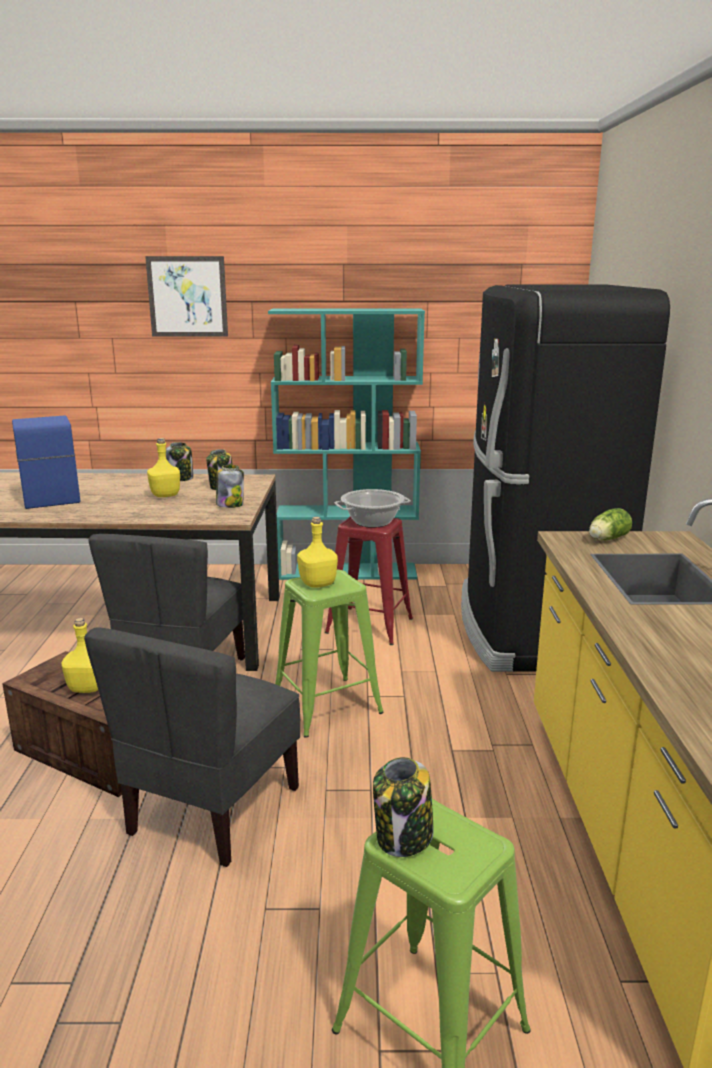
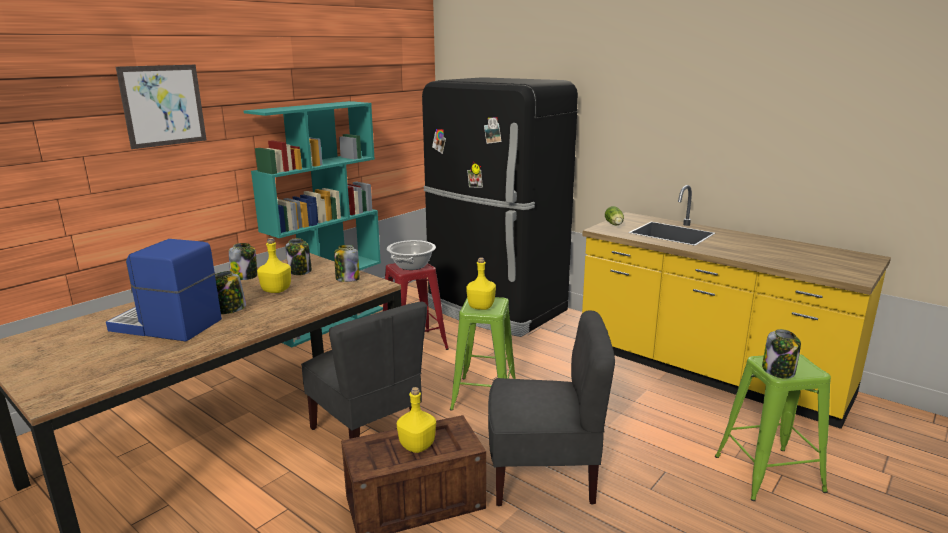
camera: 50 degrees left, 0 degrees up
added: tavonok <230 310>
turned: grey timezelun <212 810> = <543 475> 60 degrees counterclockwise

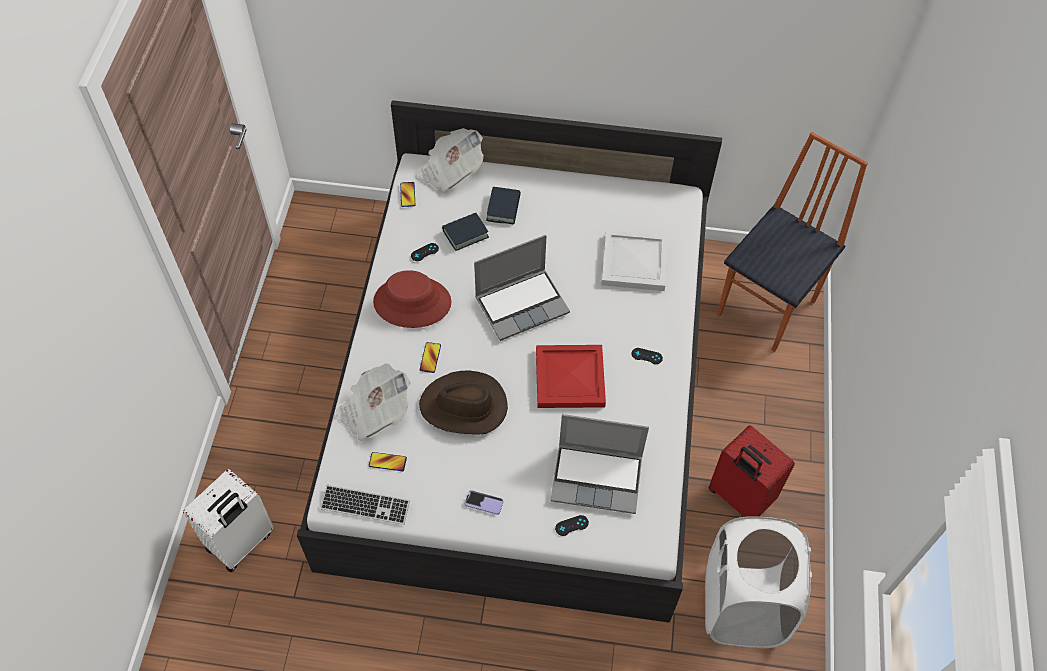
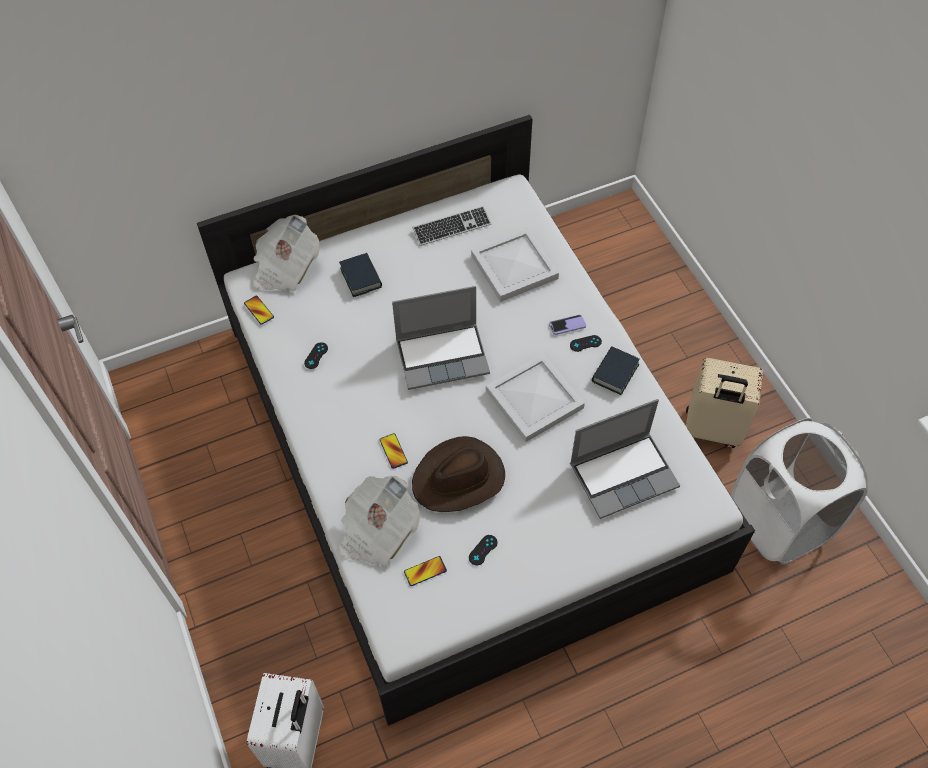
camera: 30 degrees left, 0 degrees up
removed: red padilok <412 303>; timezelun <768 308>
moved: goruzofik <365 505> to <452 227>; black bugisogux <571 525> to <483 550>; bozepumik <484 503> to <567 325>; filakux <465 234> to <615 373>
recoloured: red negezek <571 379> to white negezek <536 400>; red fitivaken <739 497> to beige fitivaken <711 430>
turned: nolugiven <522 304> = <443 355> 45 degrees clockwise

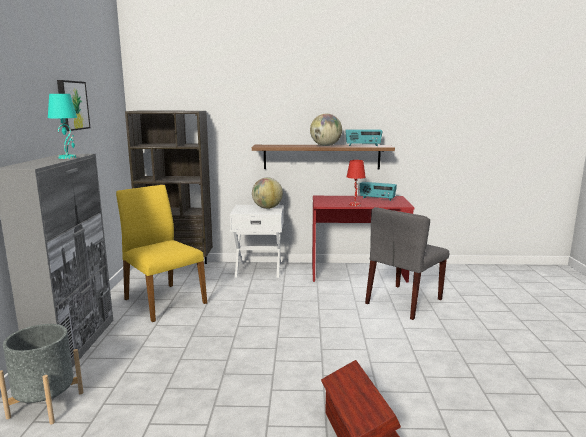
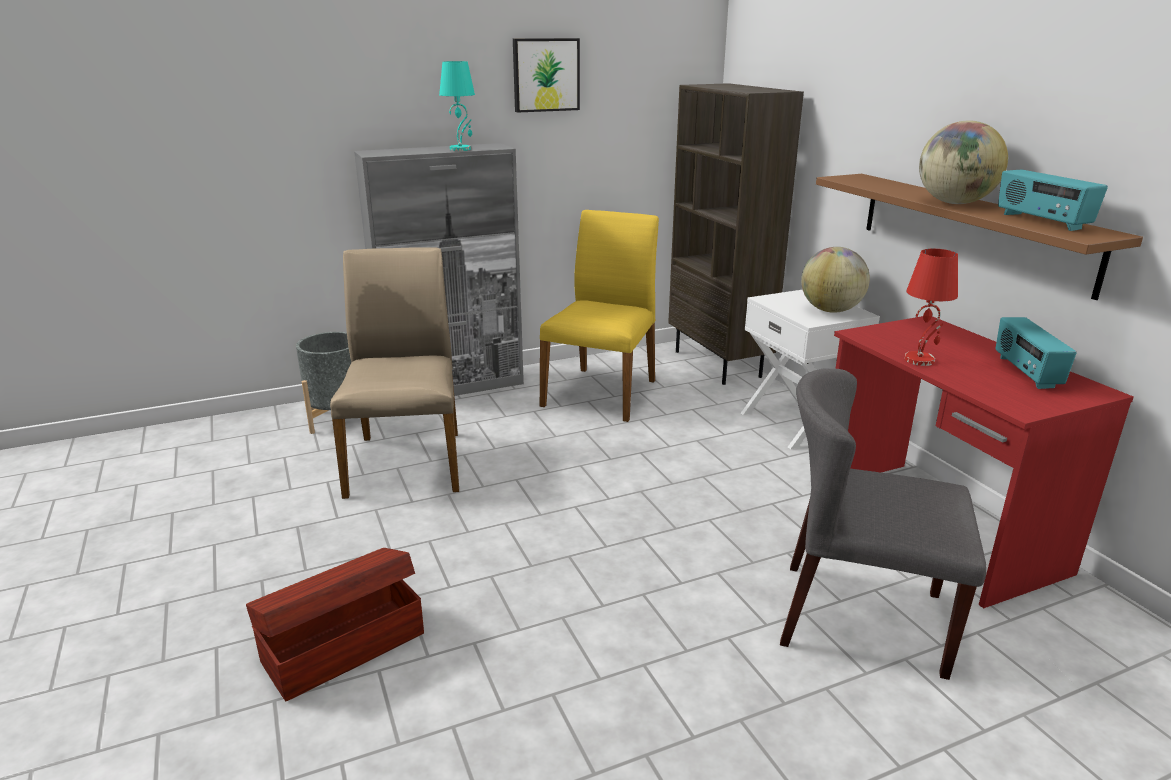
camera: 65 degrees right, 10 degrees up
added: beige timezelun <406 462>

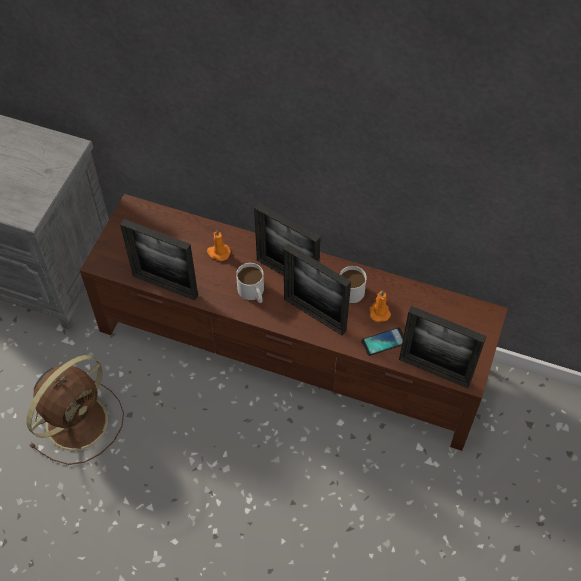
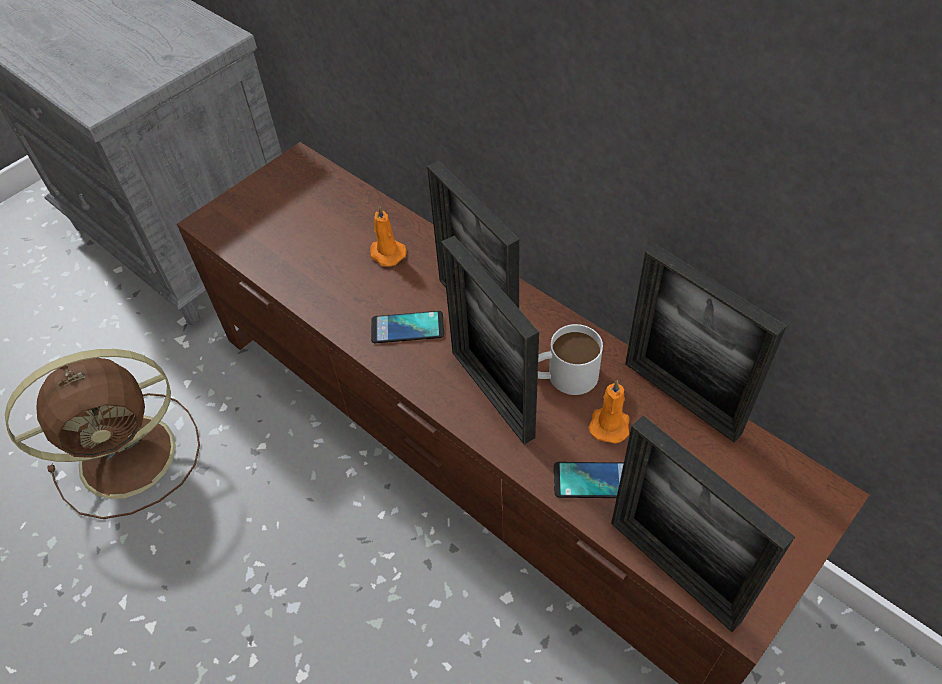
camera: 25 degrees right, 5 degrees down
moved: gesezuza <165 285> to <681 397>
replaced: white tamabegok <253 293> to bozepumik <407 328>

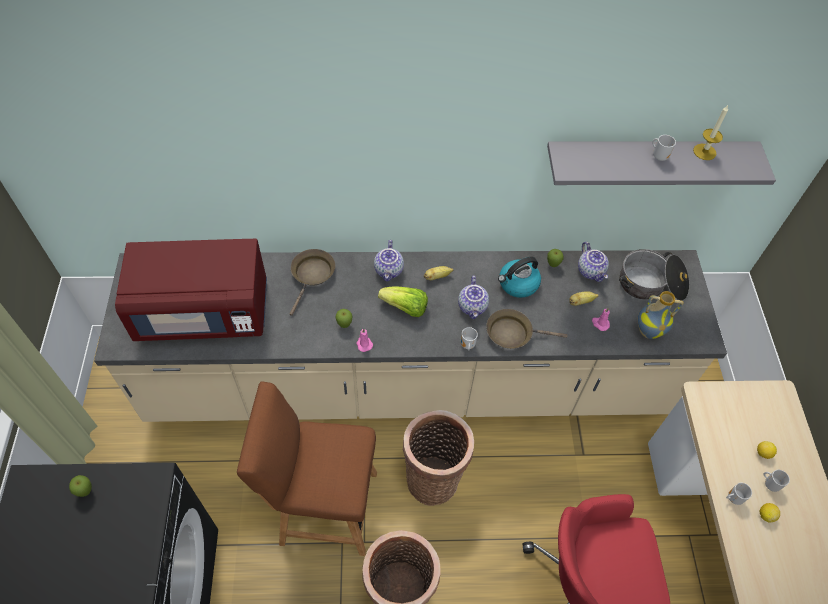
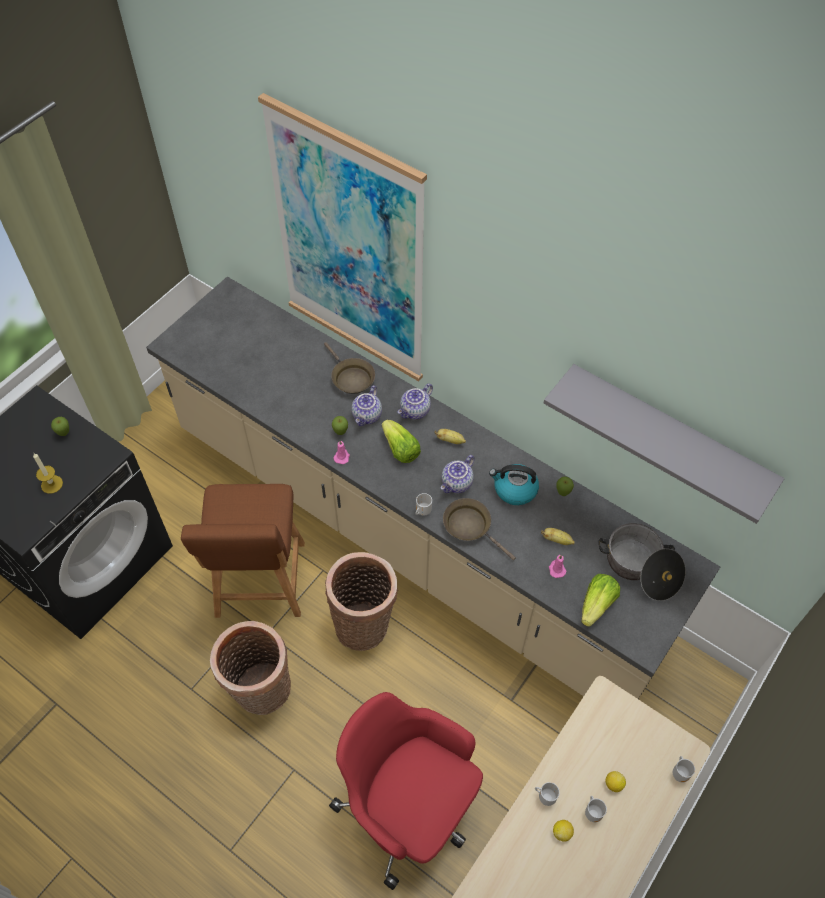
camera: 40 degrees right, 0 degrees up
removed: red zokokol <204 311>
added: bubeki <350 247>
moved: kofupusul <704 152> to <52 484>; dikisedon <591 271> to <367 416>; tamabegok <659 156> to <680 773>
replaced: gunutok <649 330> to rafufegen <597 604>
turned: brown timezelun <323 507> = <260 584> 135 degrees counterclockwise; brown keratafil <312 275> = <350 378> 90 degrees clockwise

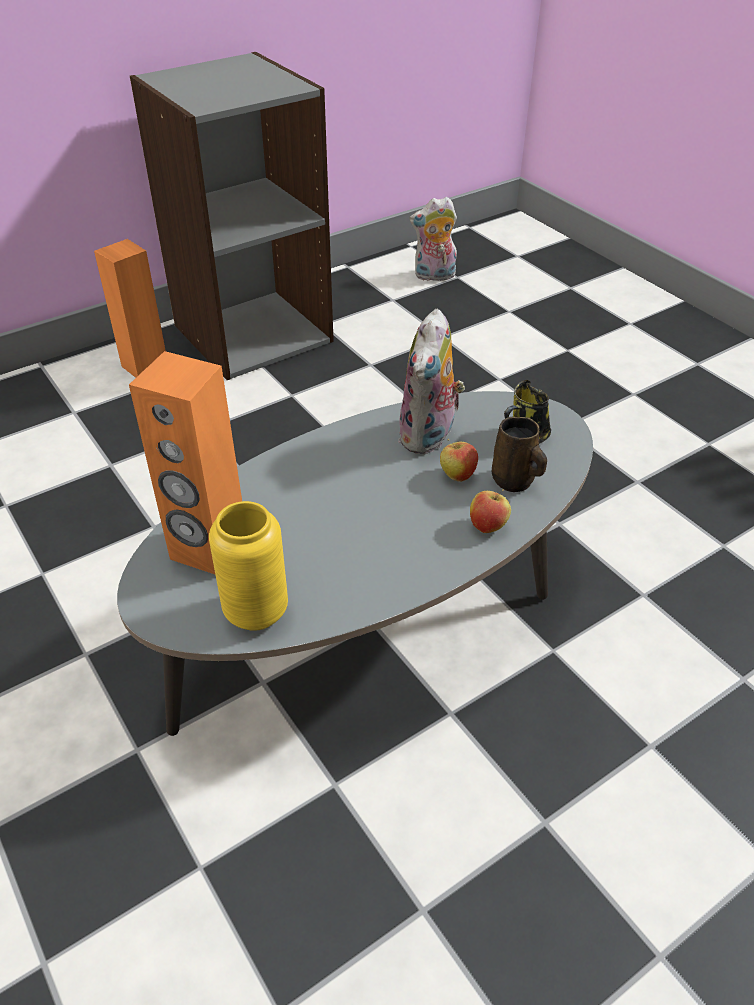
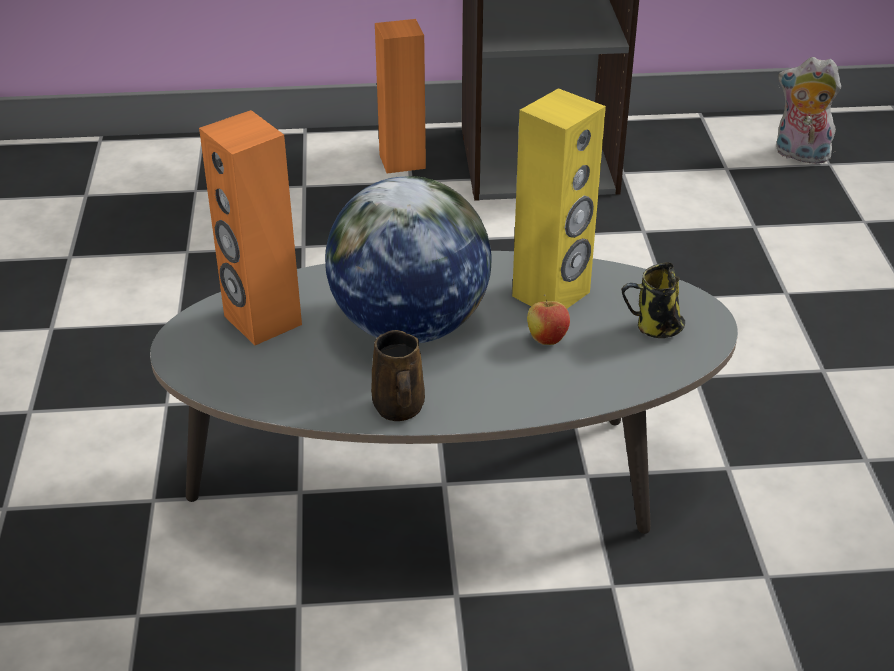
camera: 30 degrees right, 5 degrees down
removed: yellow gunutok <256 611>; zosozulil <488 526>
added: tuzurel <409 326>
moved: brown tamabegok <514 481> to <399 409>
replaced: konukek <429 437> to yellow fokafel <552 294>

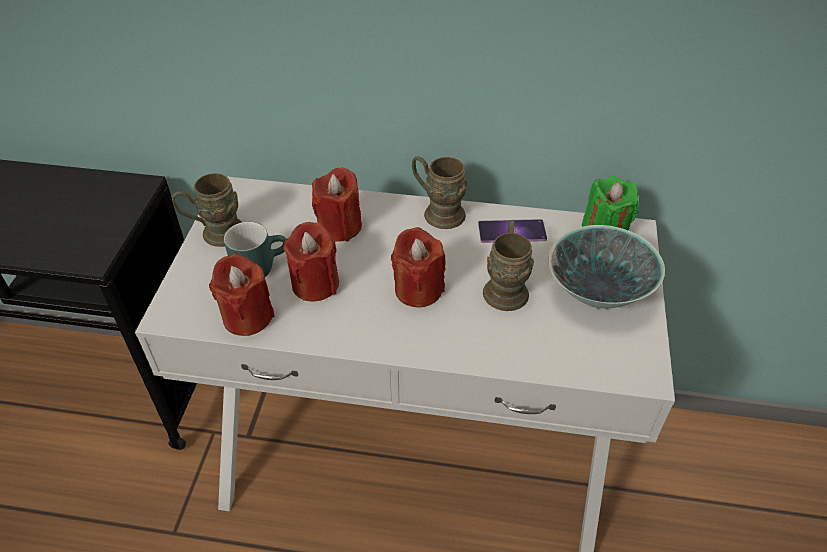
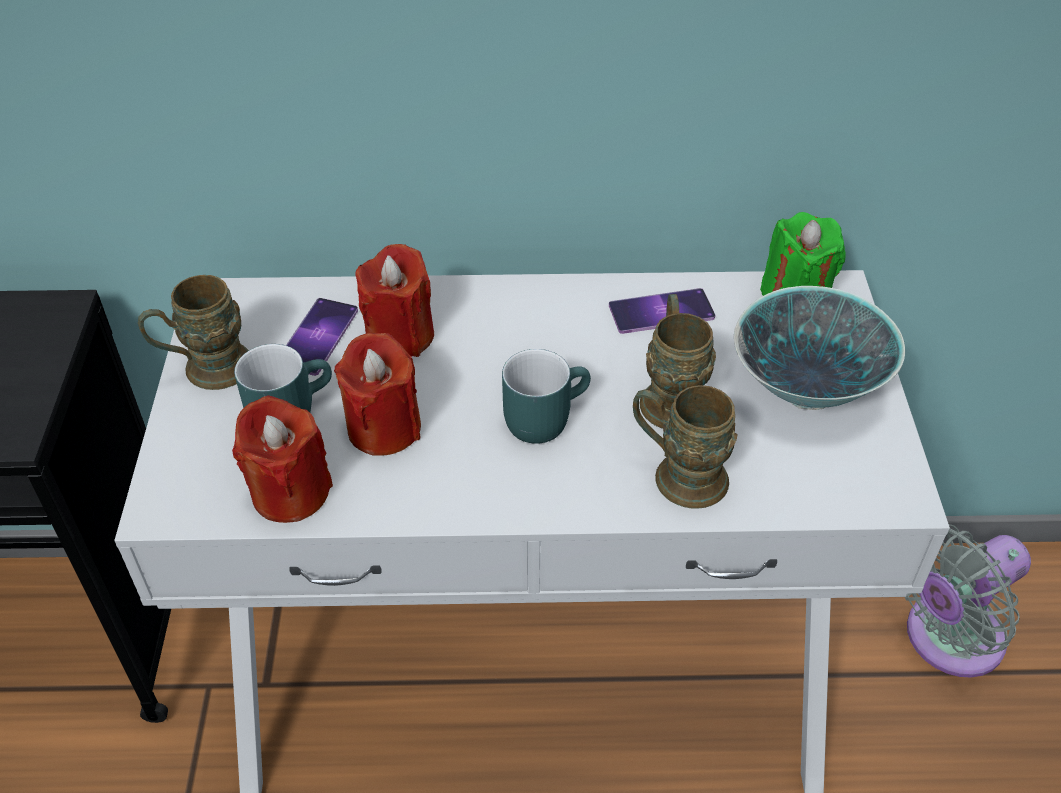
camera: 10 degrees left, 0 degrees up
added: bozepumik <317 336>; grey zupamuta <946 639>
moved: brown tamabegok <437 212> to <677 475>
replaced: red kofupusul <418 289> to turquoise tamabegok <543 416>

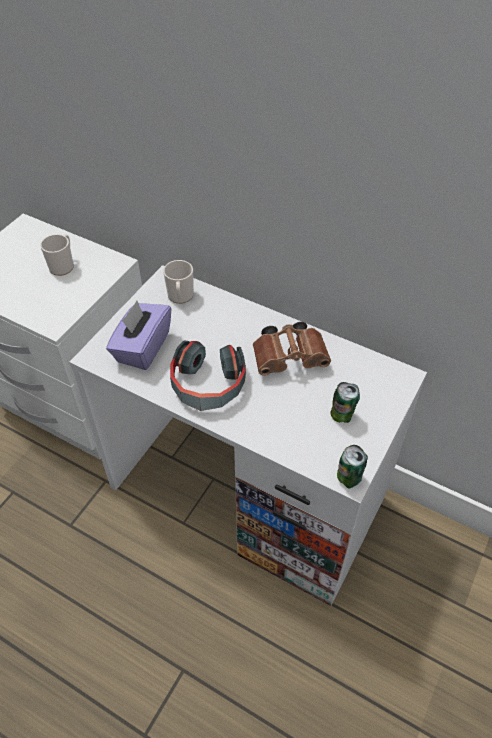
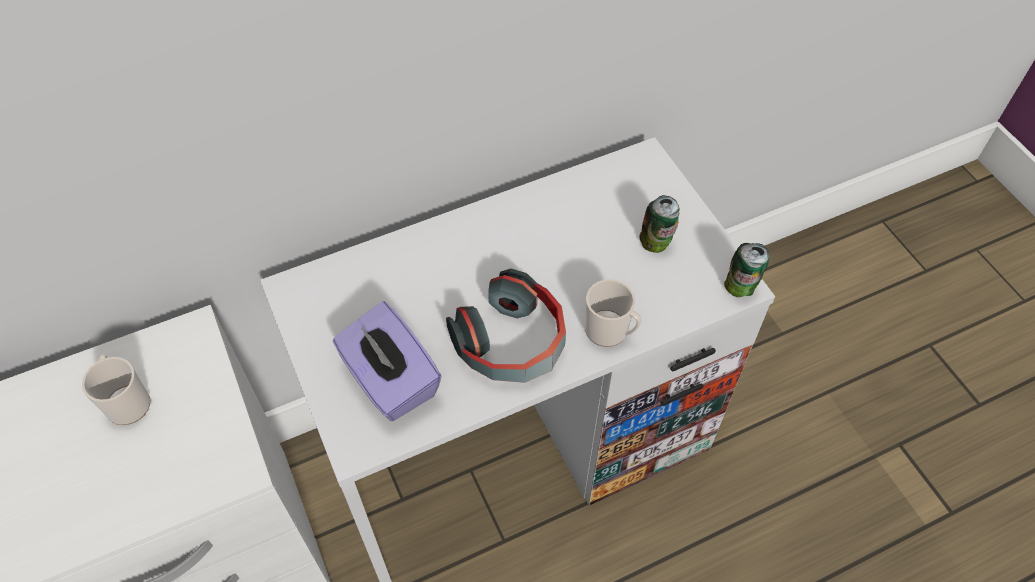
camera: 55 degrees left, 5 degrees up
removed: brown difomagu <291 358>
moved: tamabegok <180 297> to <610 331>

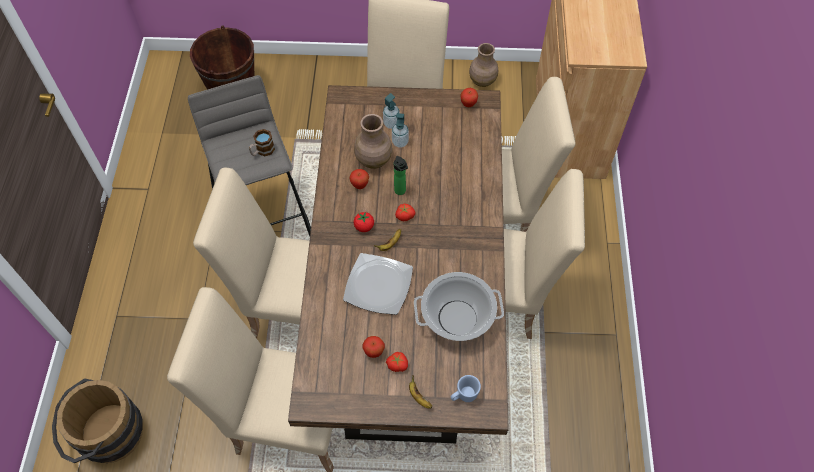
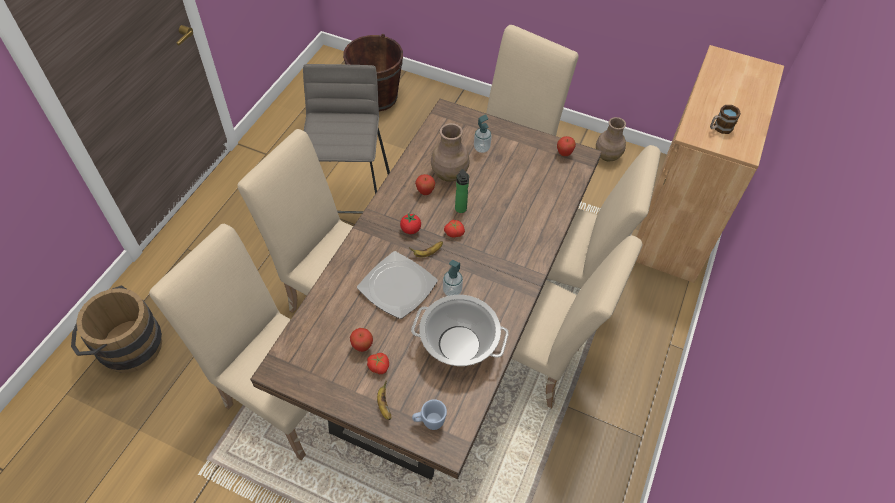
camera: 20 degrees right, 5 degrees down
moved: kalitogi <400 142> to <452 291>; tamabegok <262 151> to <719 128>

